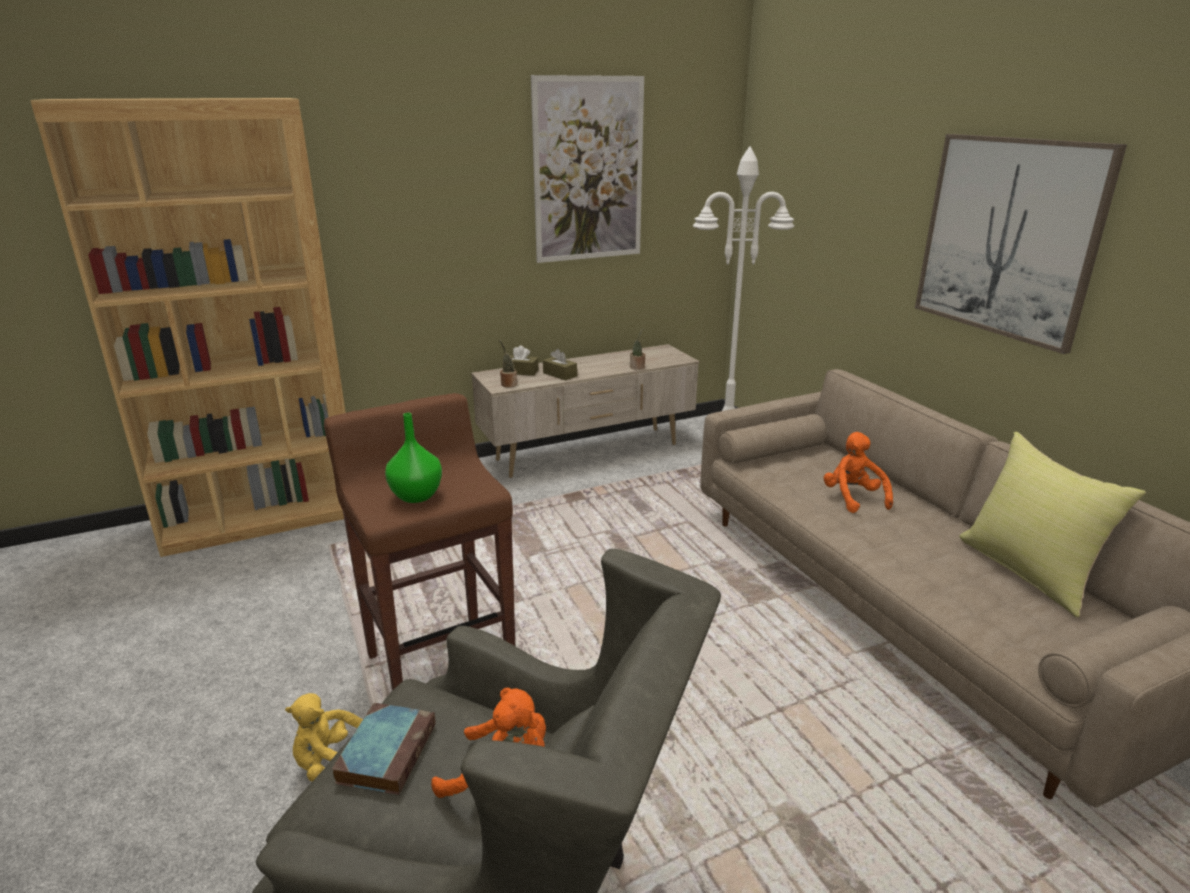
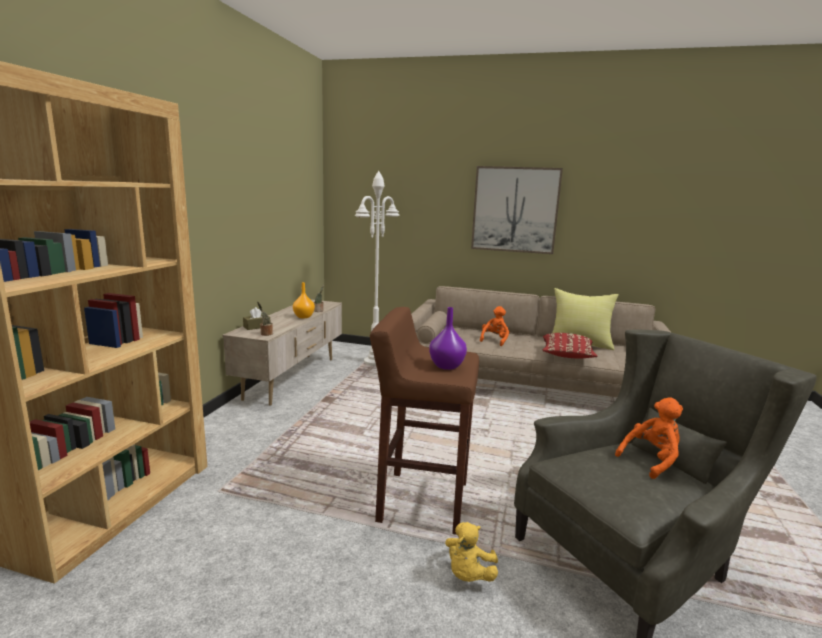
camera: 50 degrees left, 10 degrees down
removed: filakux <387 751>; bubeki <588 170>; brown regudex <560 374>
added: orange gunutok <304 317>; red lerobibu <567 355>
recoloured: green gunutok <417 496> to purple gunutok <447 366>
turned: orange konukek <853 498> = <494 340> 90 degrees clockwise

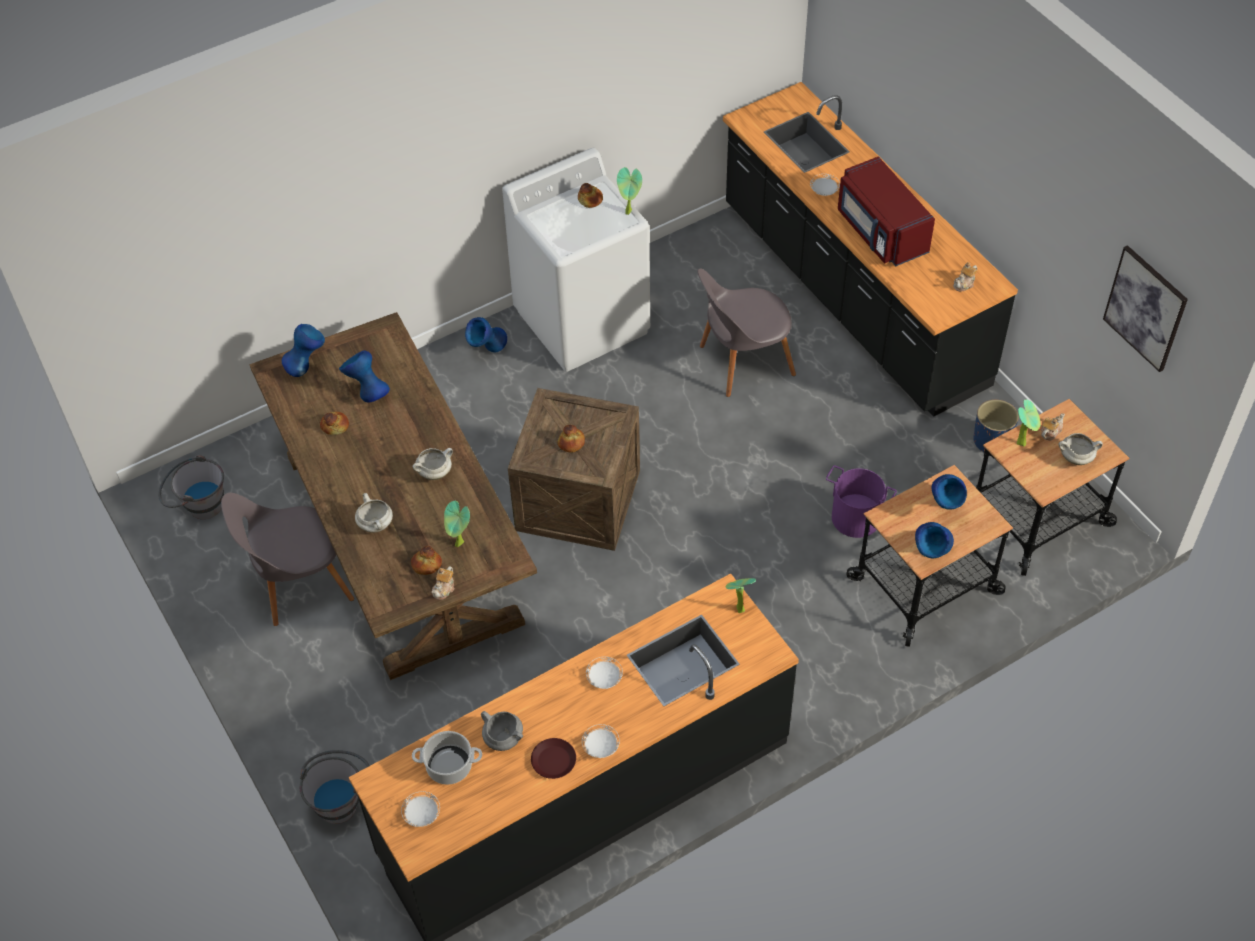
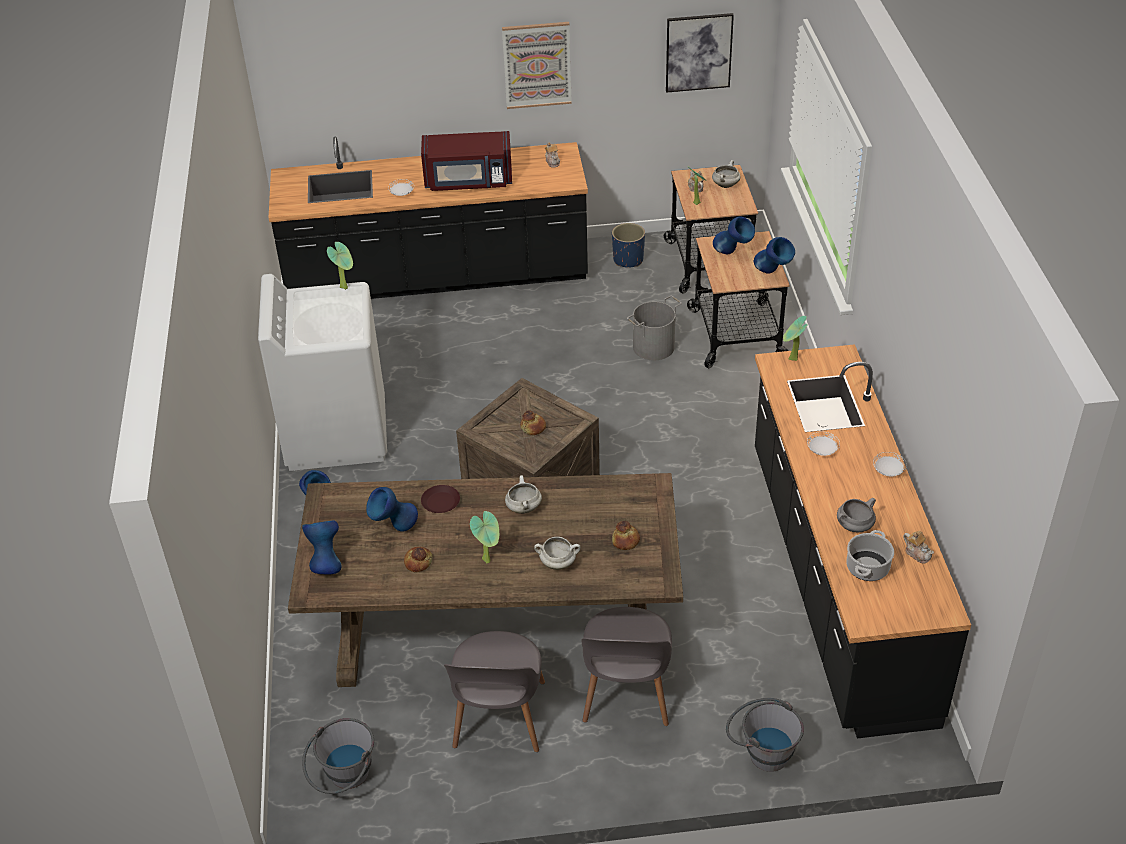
camera: 65 degrees left, 10 degrees down
removed: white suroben <421 815>; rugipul <590 199>
added: bubeki <537 65>
moved: brown suroben <553 760> to <440 502>; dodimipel <460 545> to <488 560>; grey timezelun <742 362> to <626 693>; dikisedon <444 589> to <917 553>
recoloured: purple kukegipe <855 518> to grey kukegipe <654 347>

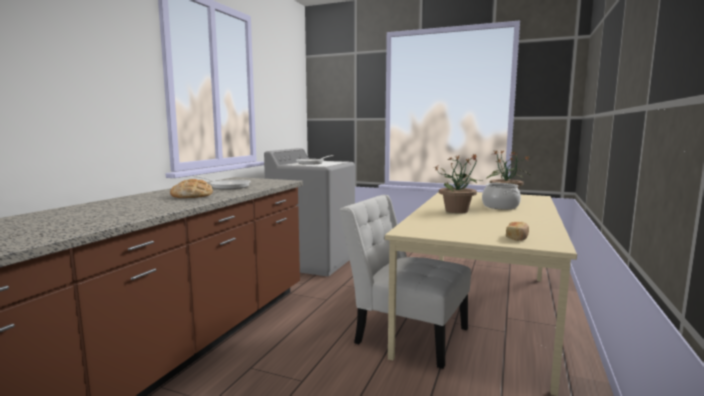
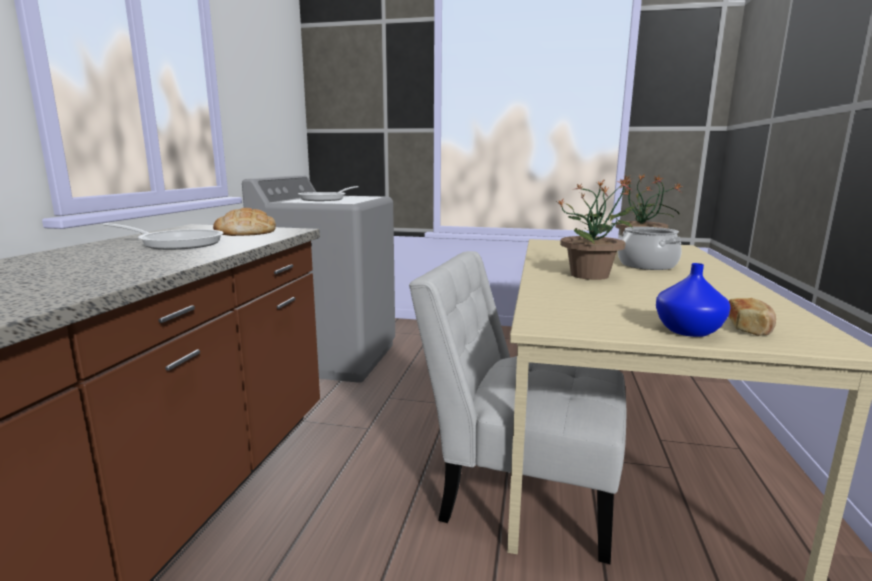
camera: 10 degrees left, 5 degrees up
added: blue gunutok <689 330>
moved: rugipul <192 195> to <245 232>

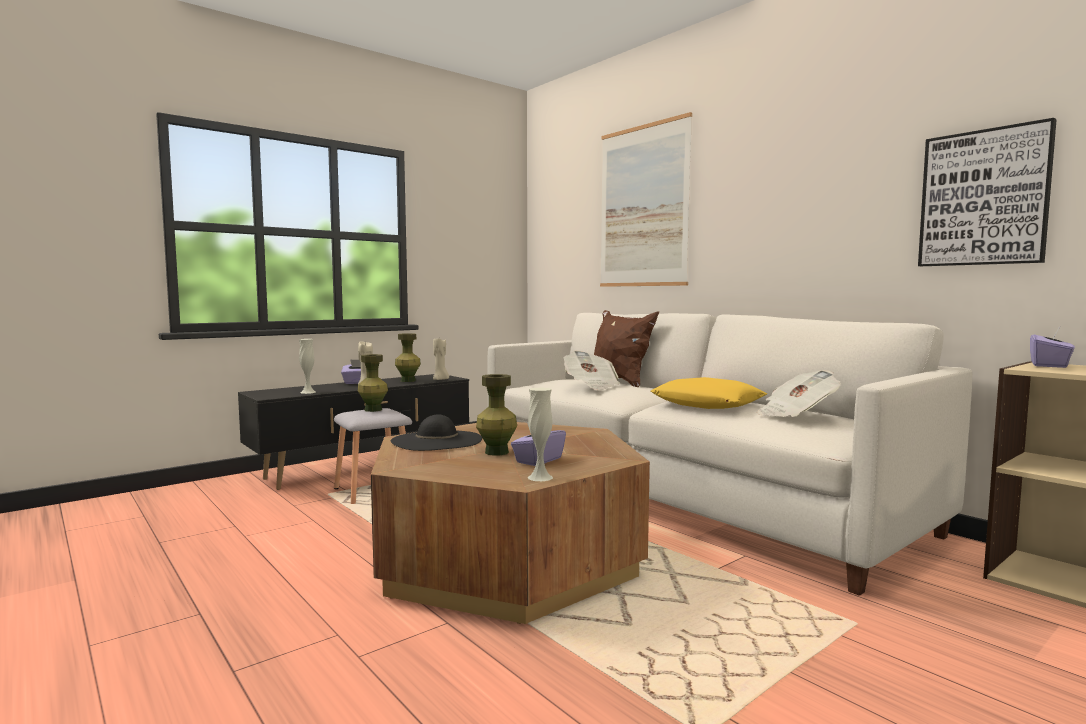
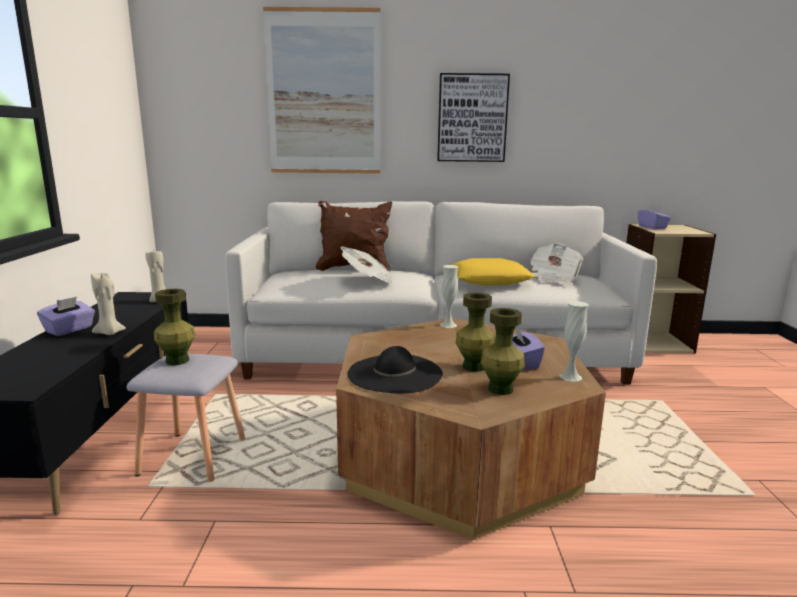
camera: 50 degrees left, 10 degrees up
moved: bubeki <983 198> to <472 118>; white gunutok <308 392> to <448 325>; green gunutok <408 381> to <501 389>

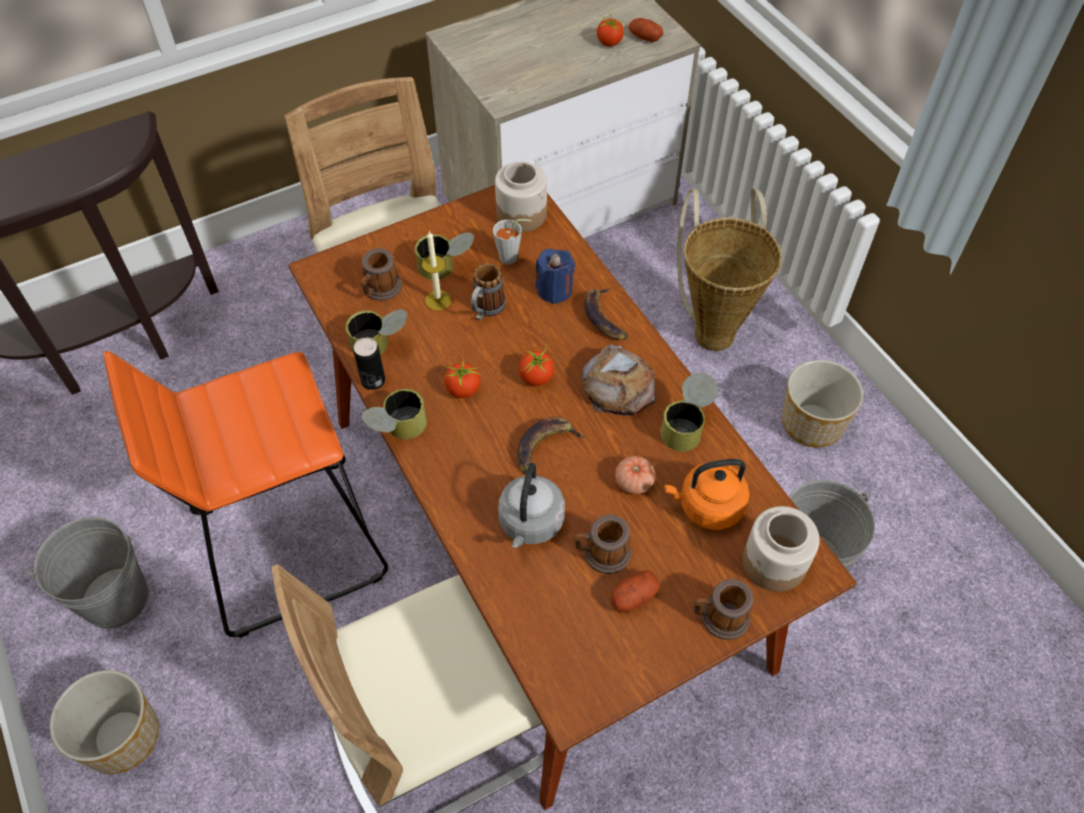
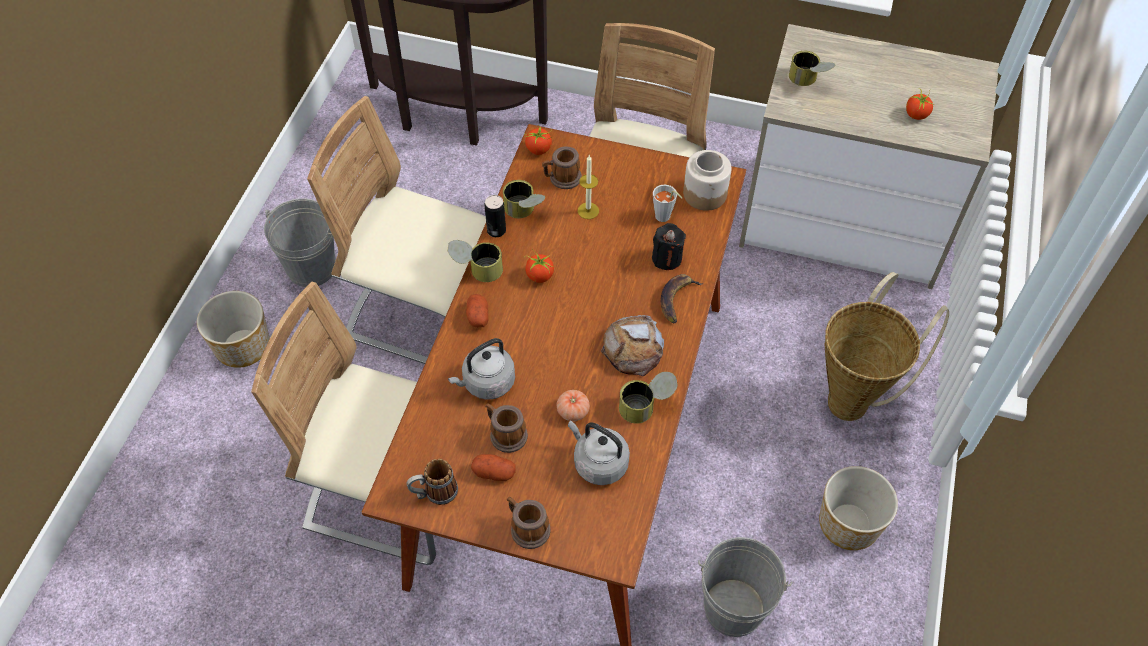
camera: 45 degrees right, 0 degrees up
removed: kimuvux <544 446>; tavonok <774 563>
moved: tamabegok <485 310> to <434 493>; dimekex <644 38> to <477 316>; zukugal <537 377> to <539 149>; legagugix <446 268> to <808 81>
replaced: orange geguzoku <287 544> to beige timezelun <426 313>
recoloured: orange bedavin <707 507> to grey bedavin <598 463>; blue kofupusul <554 290> to black kofupusul <667 258>

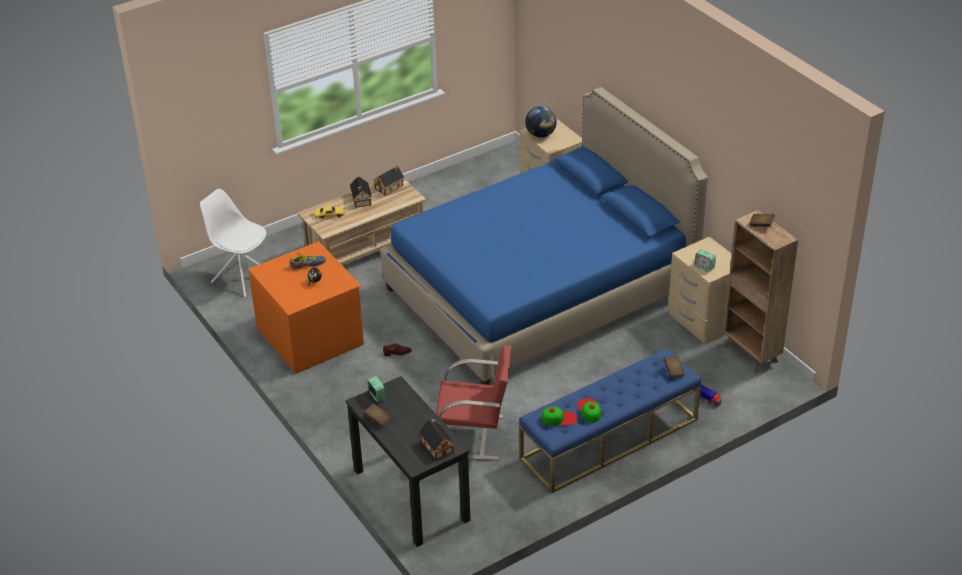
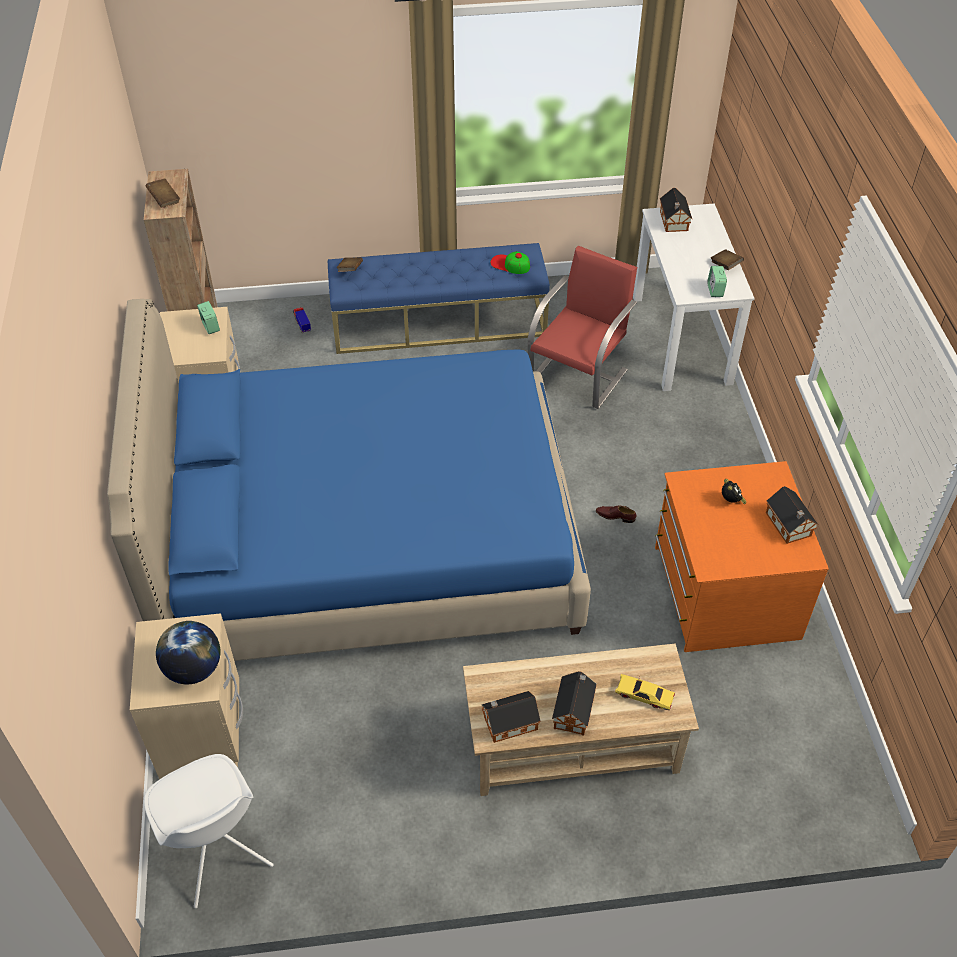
camera: 155 degrees left, 10 degrees up
removed: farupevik <307 264>; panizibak <589 410>
added: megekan <789 526>
moved: white timezelun <241 277> to <218 854>
recoloured: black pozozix <410 494> to white pozozix <681 339>
turned: red timezelun <475 436> = <579 374> 90 degrees clockwise

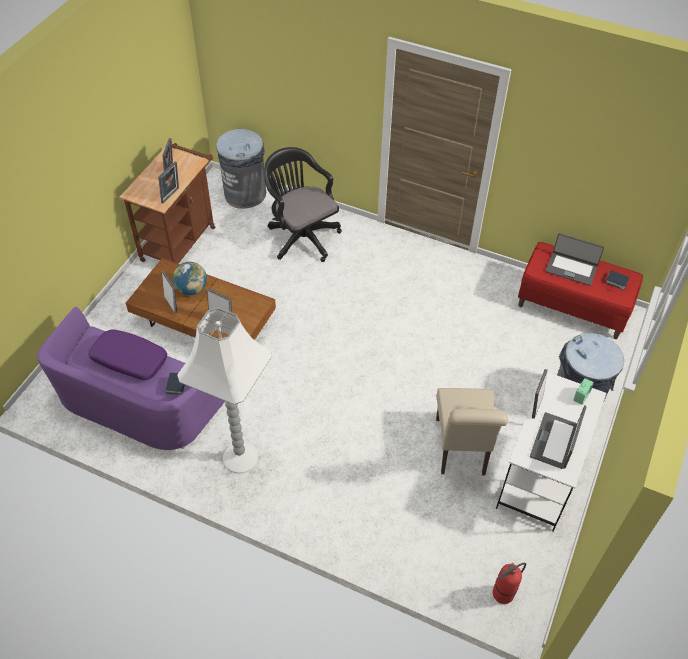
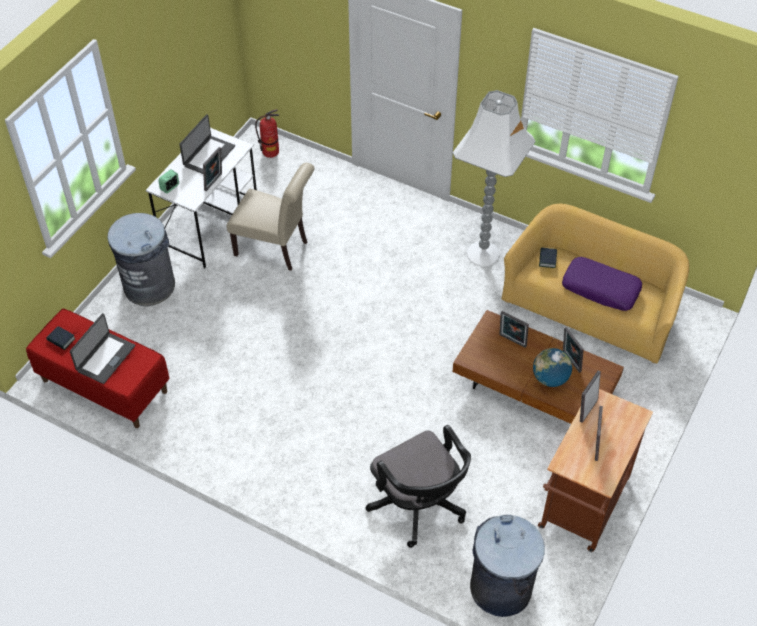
camera: 175 degrees left, 0 degrees up
recoloured: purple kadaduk <136 403> to yellow kadaduk <592 307>
turned: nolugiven <571 268> = <105 358> 90 degrees clockwise; beige timezelun <461 450> = <275 249> 105 degrees clockwise

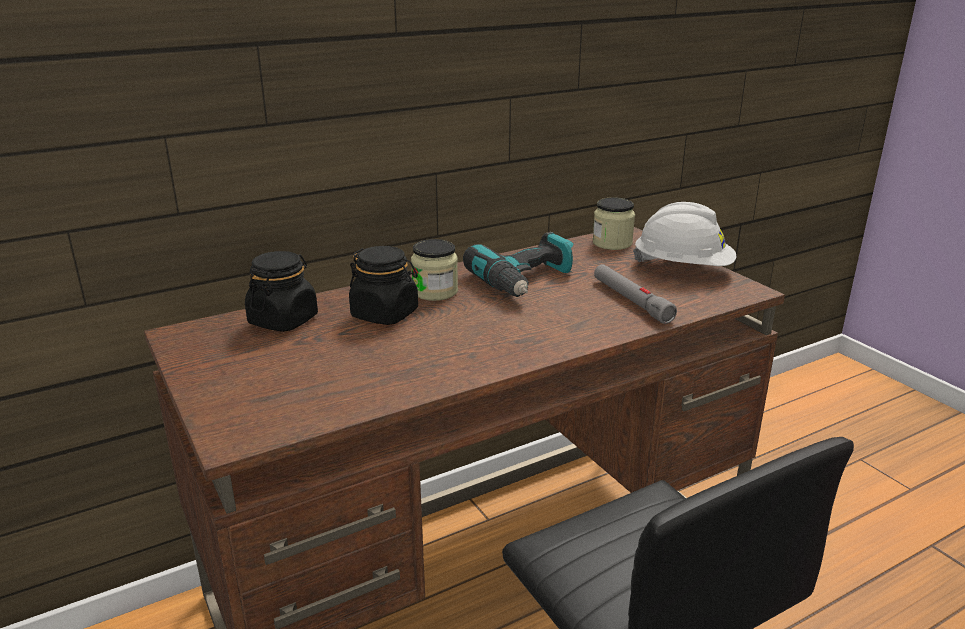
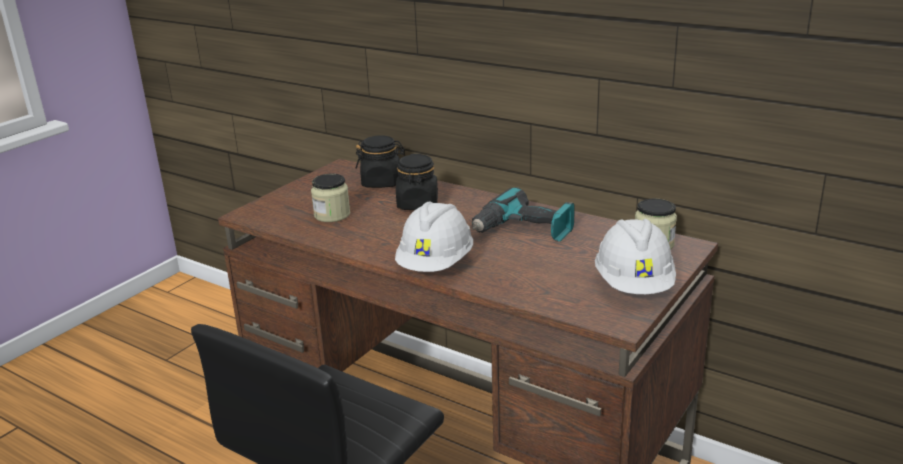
camera: 65 degrees right, 0 degrees up
removed: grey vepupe <630 300>
added: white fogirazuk <436 264>
moved: tavonok <435 291> to <332 215>

